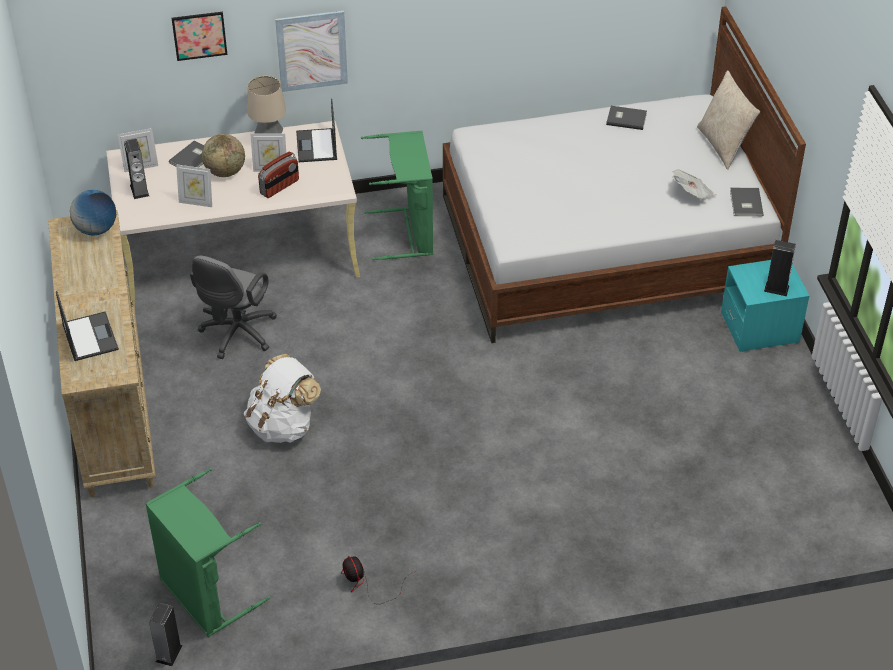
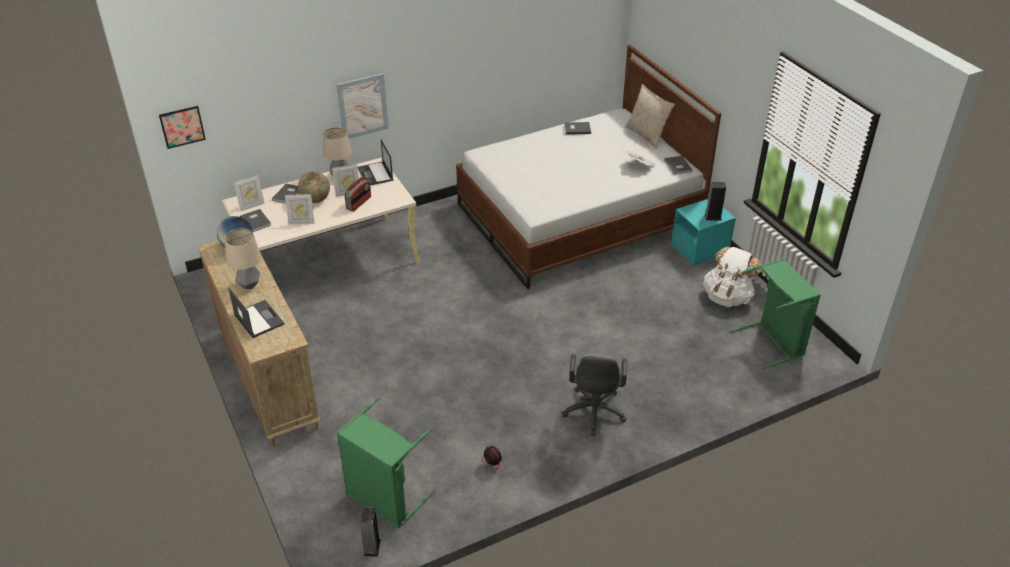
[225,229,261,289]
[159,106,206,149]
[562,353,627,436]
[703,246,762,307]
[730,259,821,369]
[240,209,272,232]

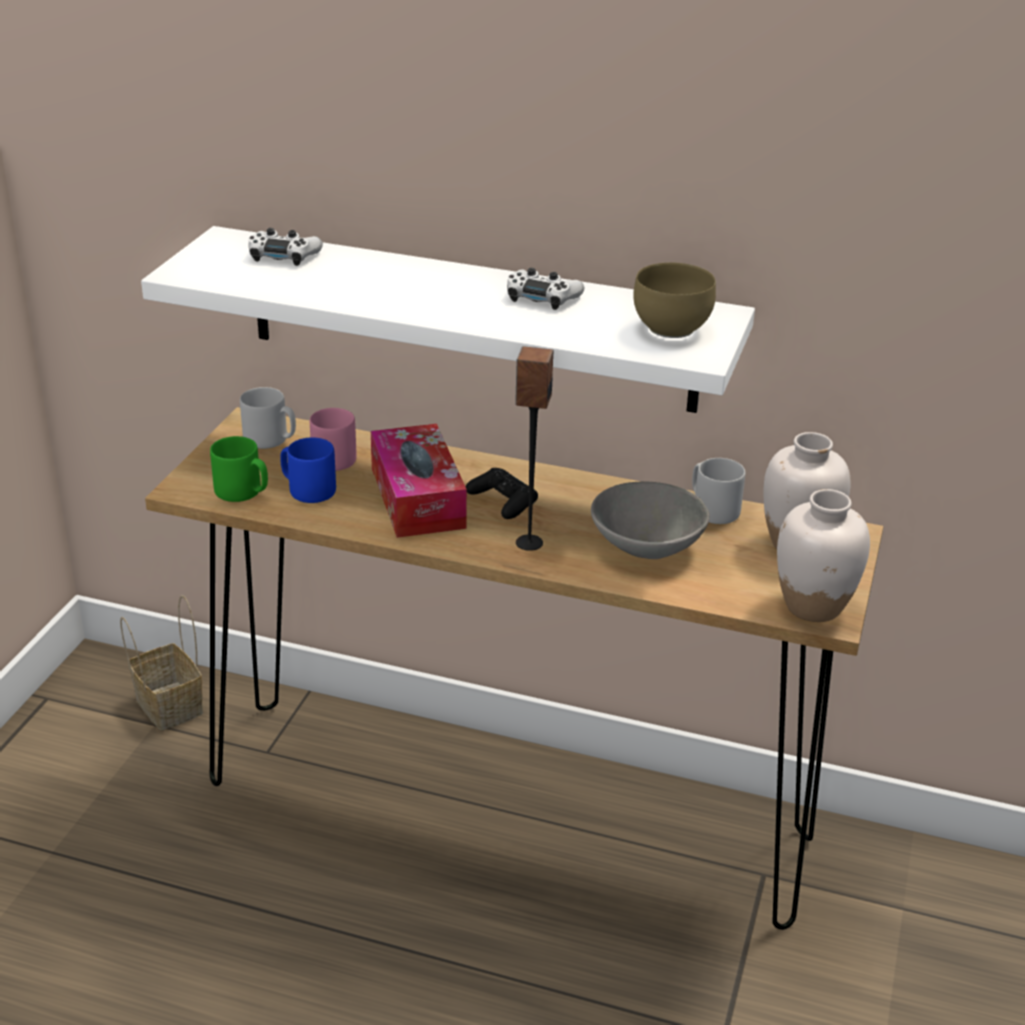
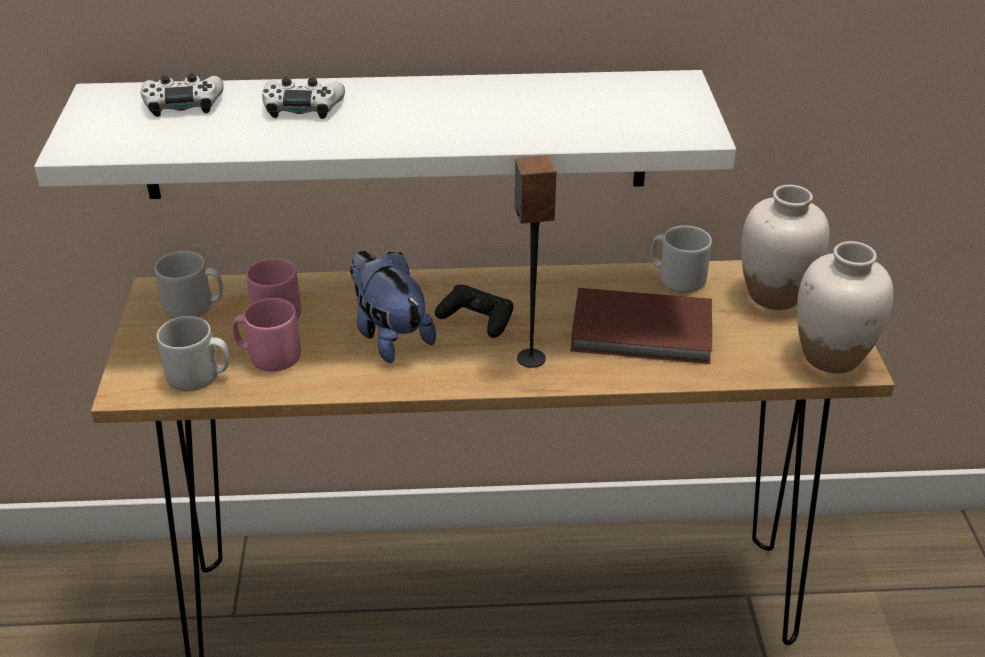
[120,595,203,731] (first image)
[633,262,716,338] (first image)
[262,77,345,119]
[350,251,436,363]
[570,288,712,364]
[157,316,229,391]
[232,298,301,371]

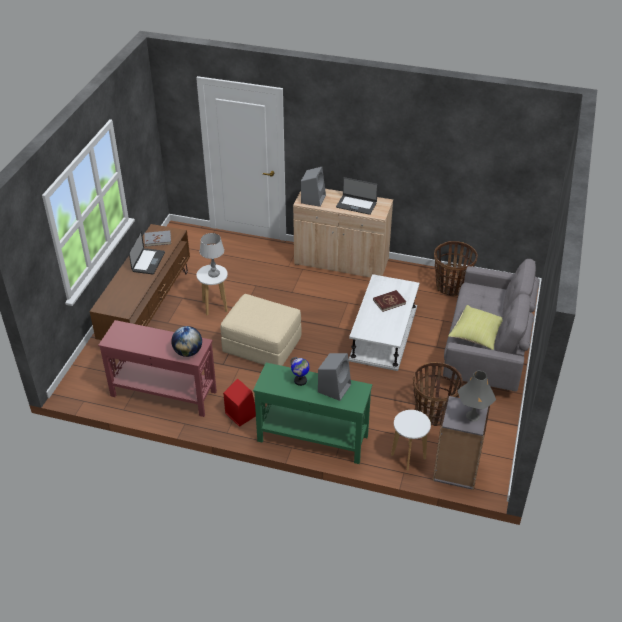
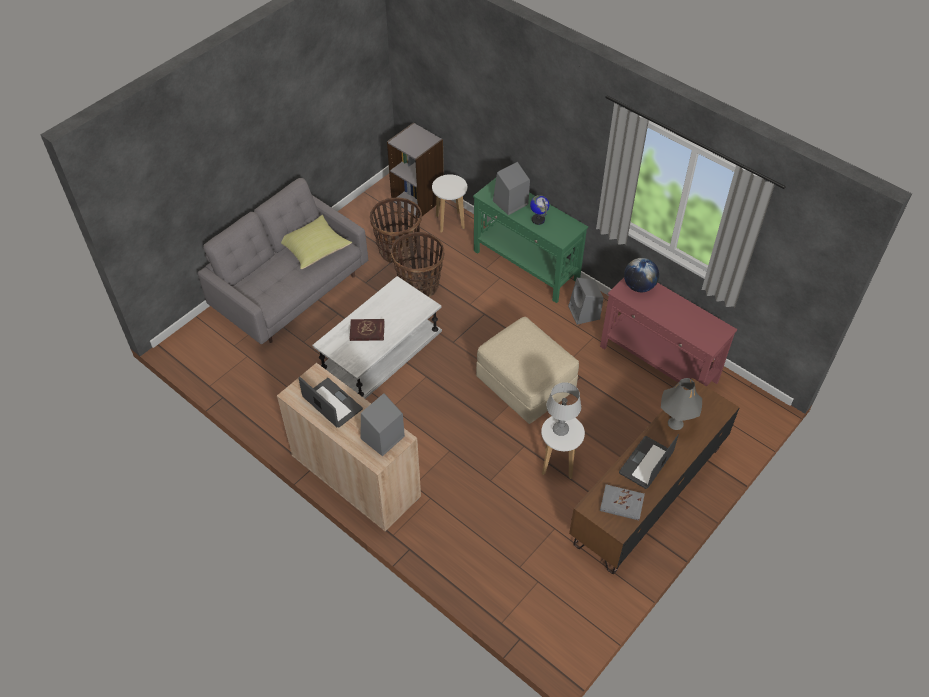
[391,232,444,298]
[661,378,702,430]
[568,278,604,325]

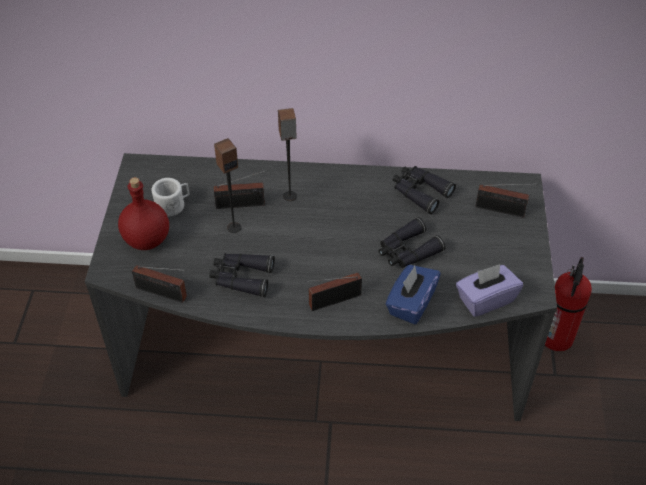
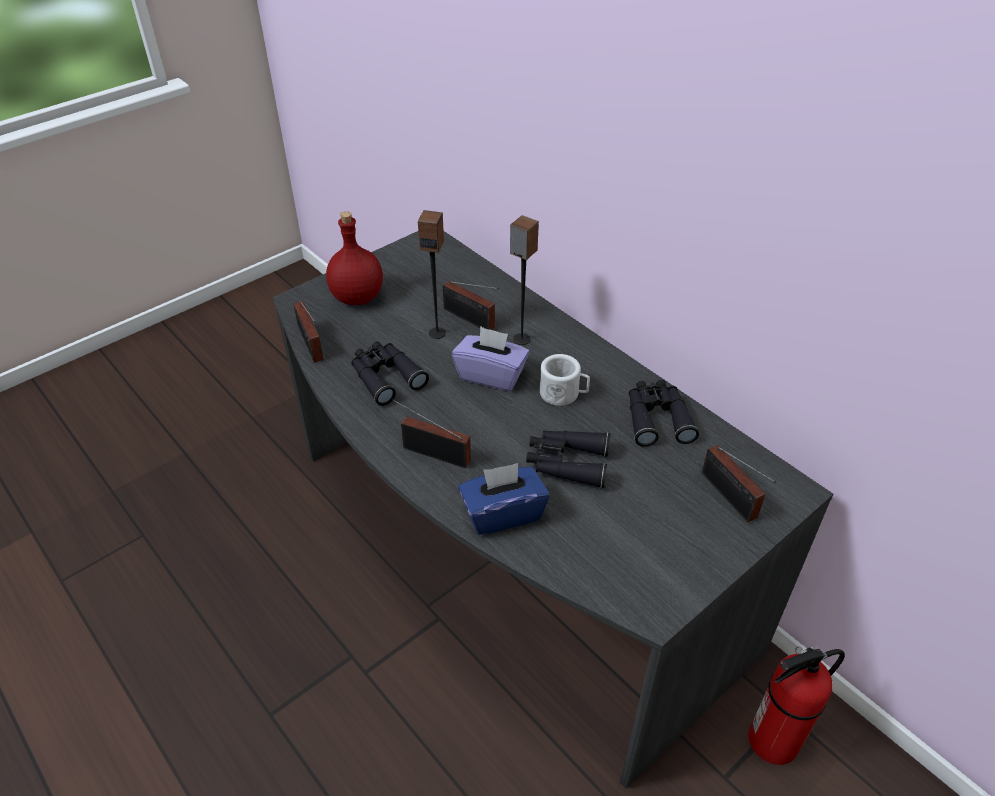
[540,354,590,406]
[452,326,530,391]

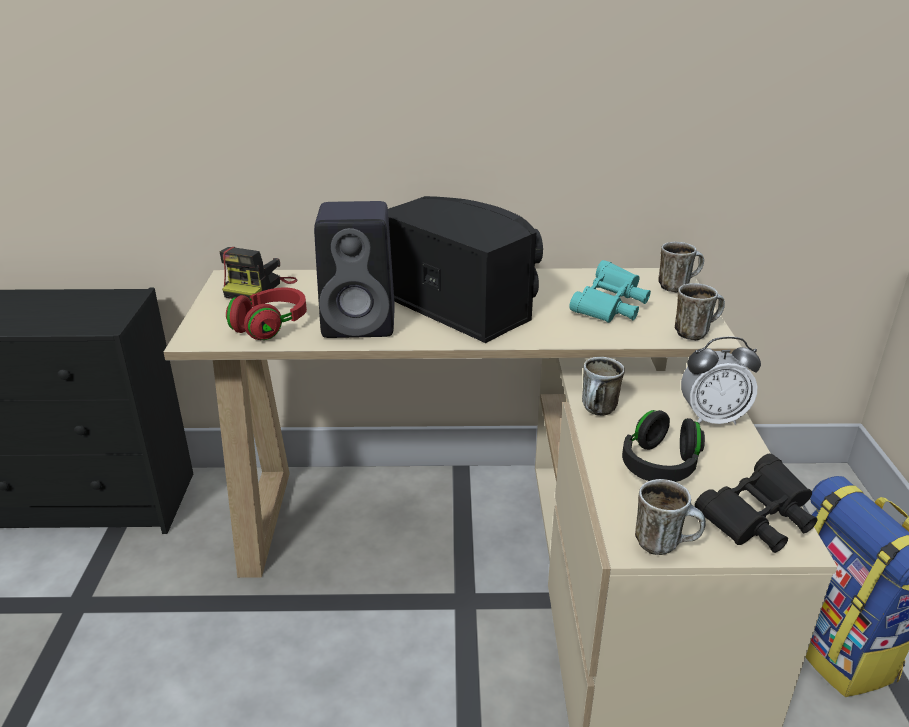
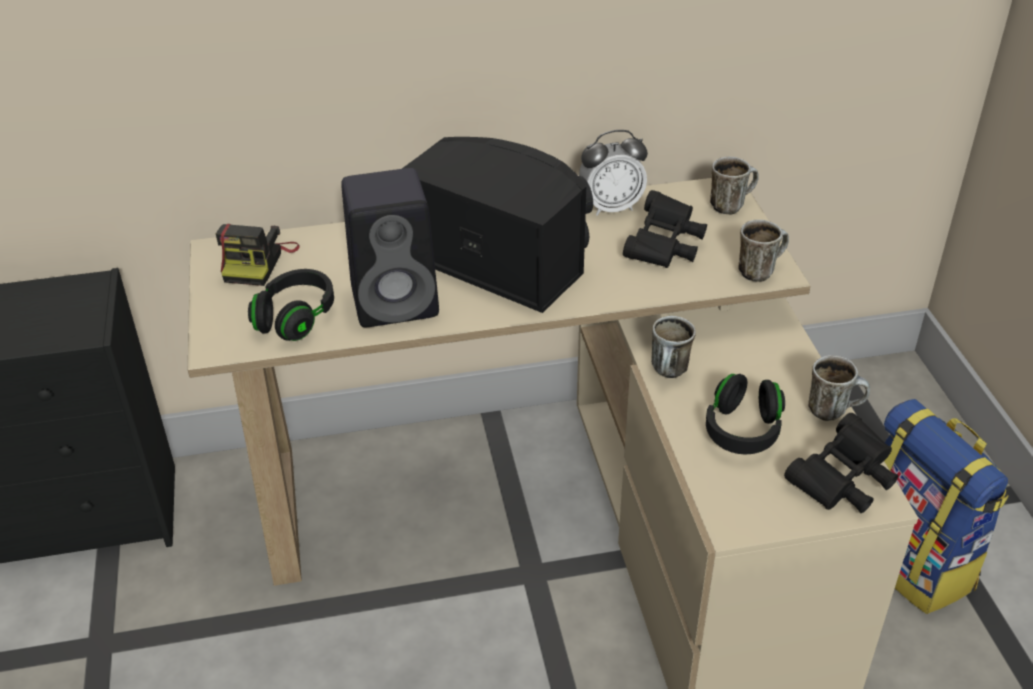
[808,355,870,421]
[579,130,648,216]
[248,269,334,341]
[623,190,707,268]

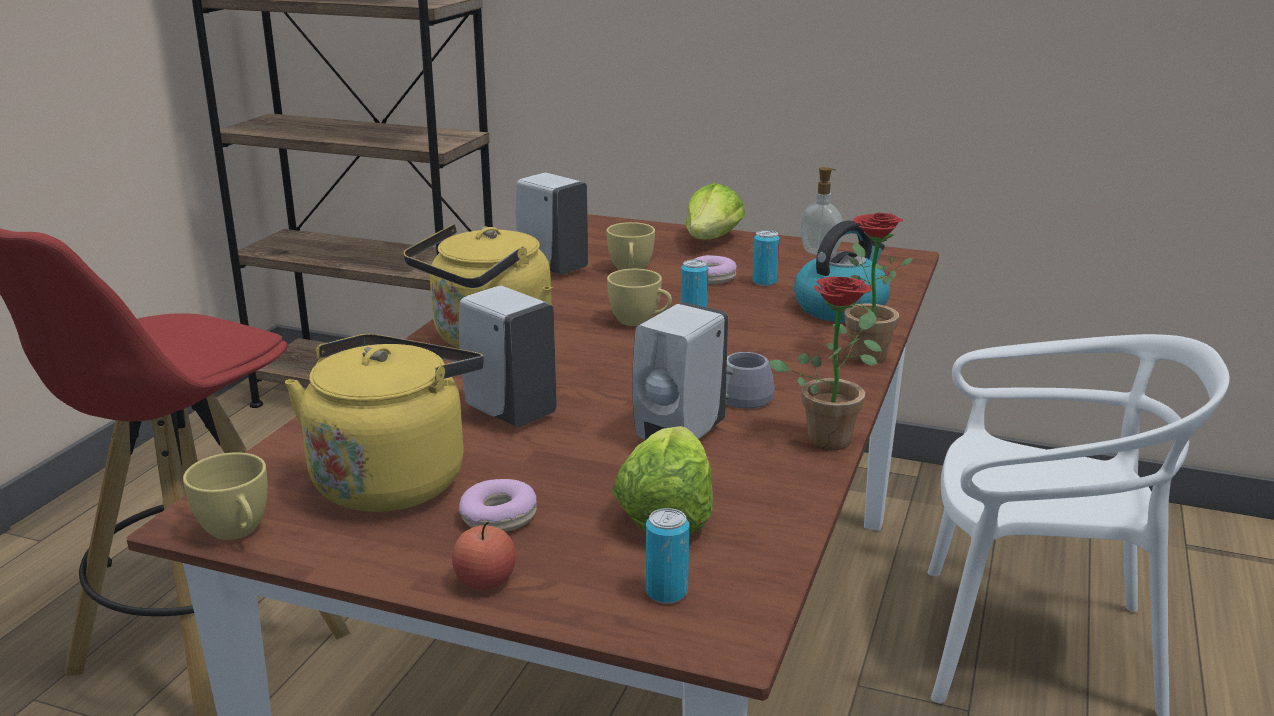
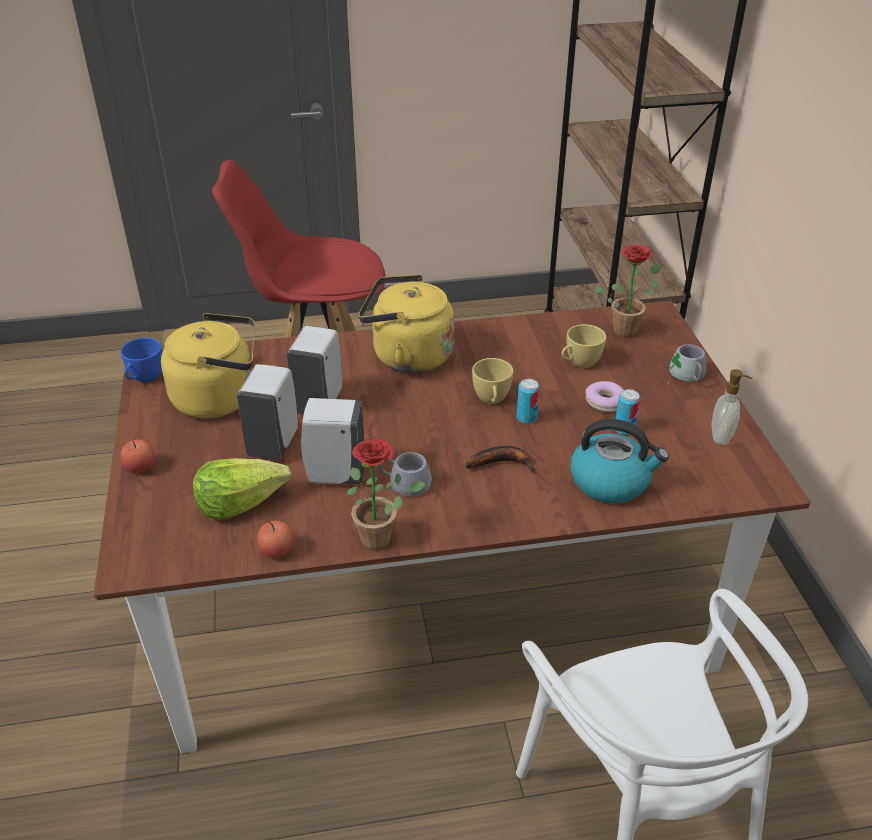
[459,479,537,532] (first image)
[646,508,689,604] (first image)
[257,520,294,558]
[465,446,535,473]
[237,364,298,460]
[594,245,661,338]
[668,344,706,382]
[120,338,162,382]

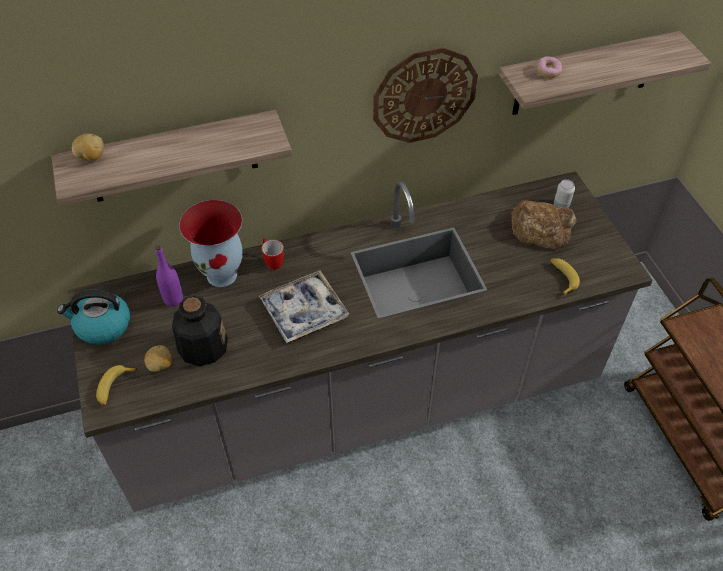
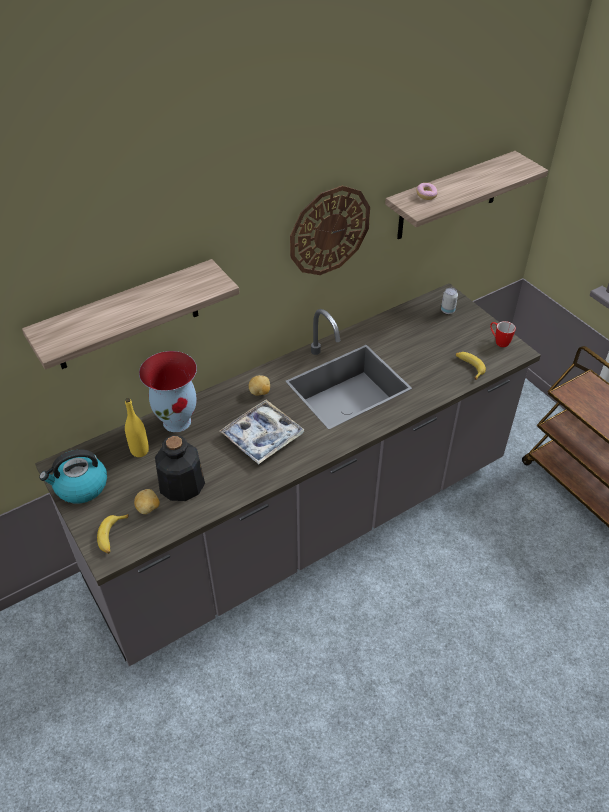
[511,200,577,250] (first image)
[249,375,270,396]
[490,321,516,347]
[125,398,149,457]

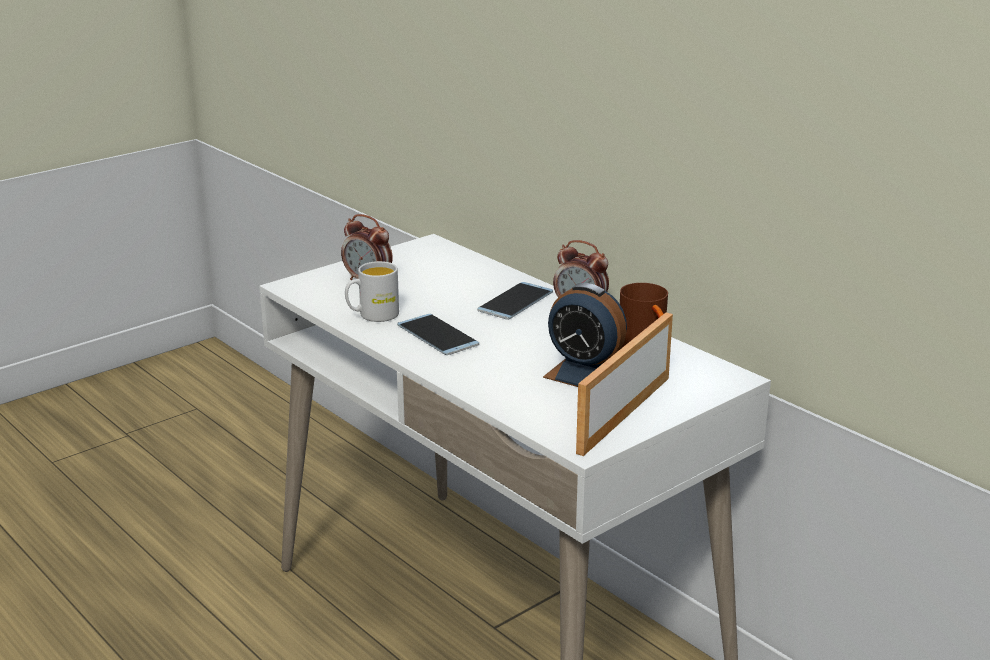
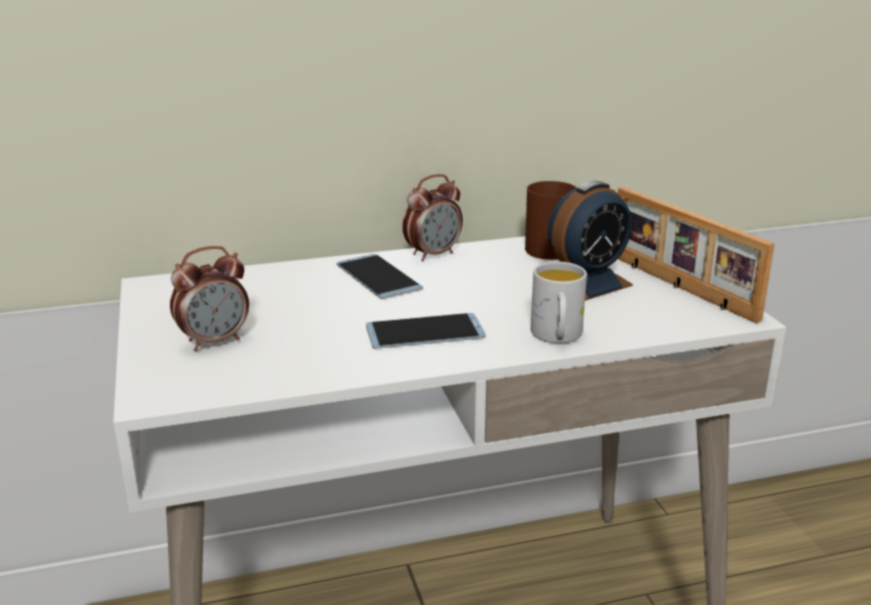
[531,262,587,343]

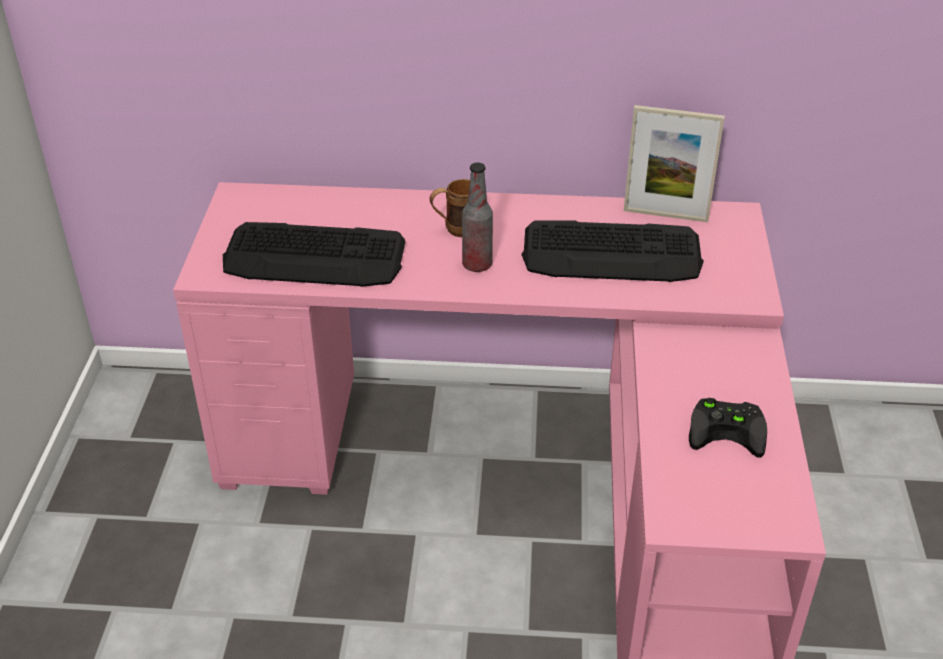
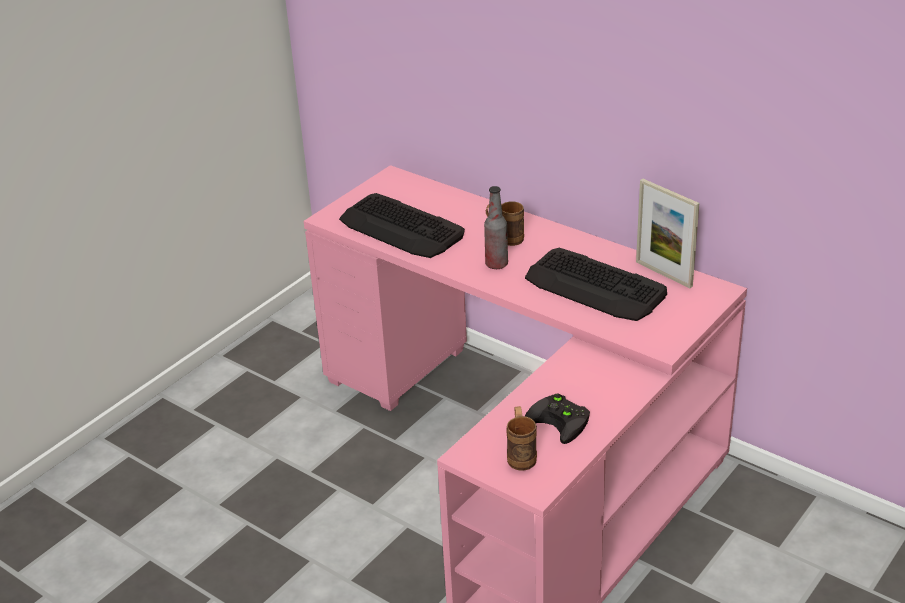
[507,406,537,471]

